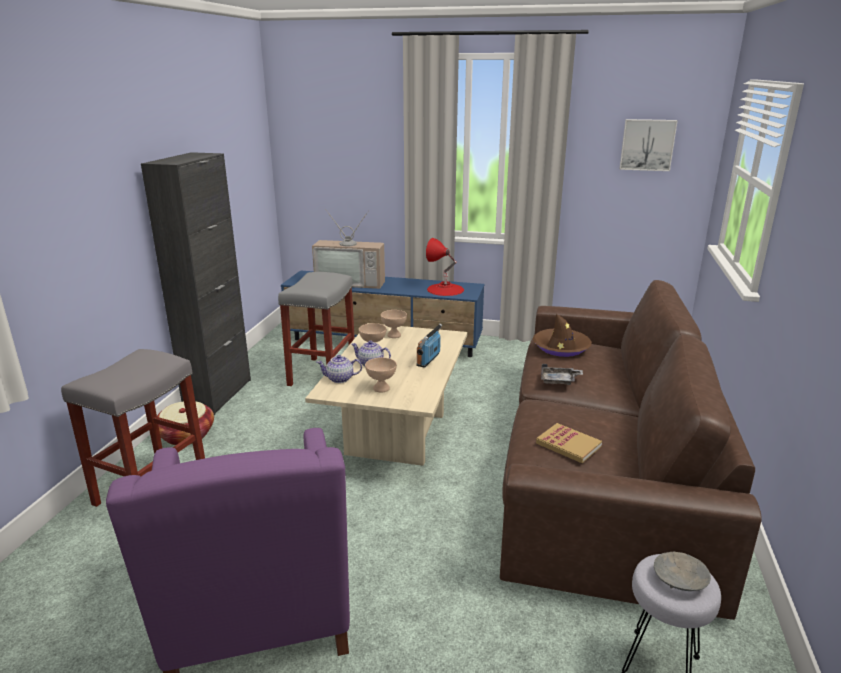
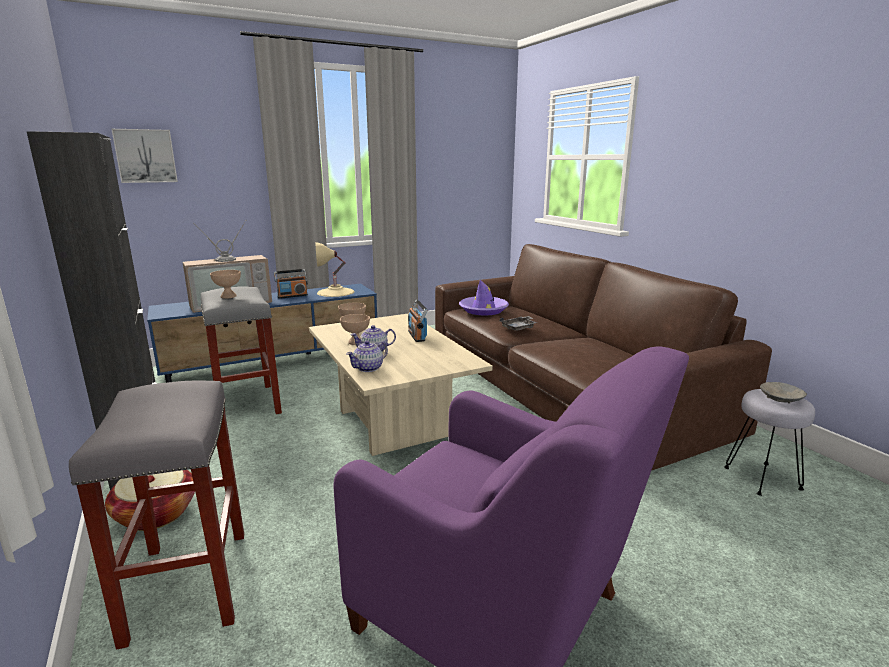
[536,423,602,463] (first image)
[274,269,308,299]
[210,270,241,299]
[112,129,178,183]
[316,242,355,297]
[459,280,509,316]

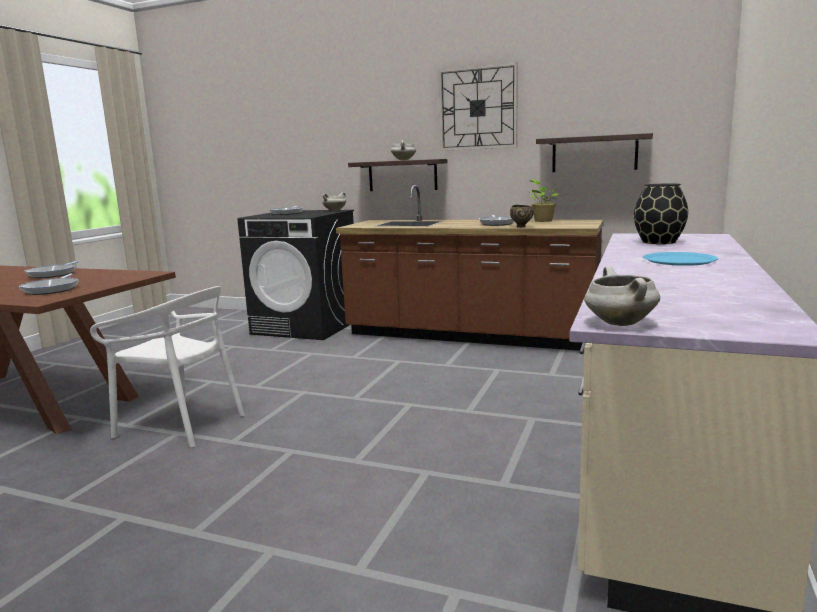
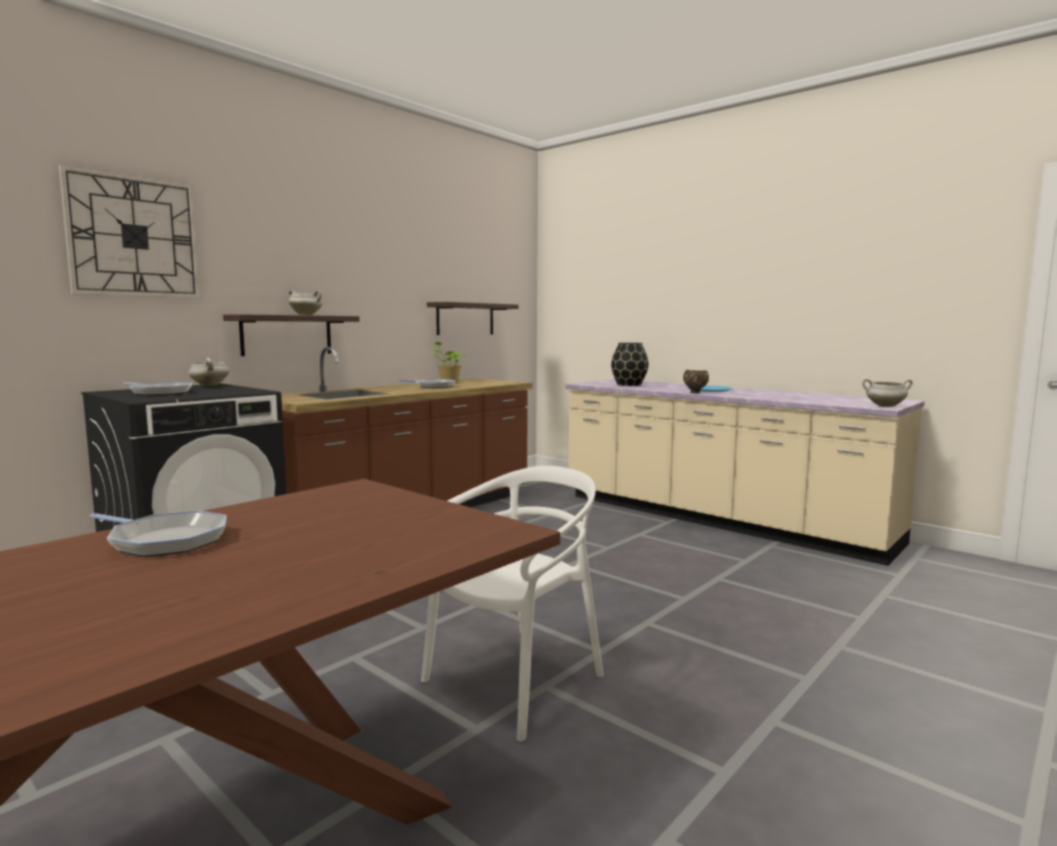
[19,273,79,295] (first image)
[59,165,201,298]
[683,370,709,393]

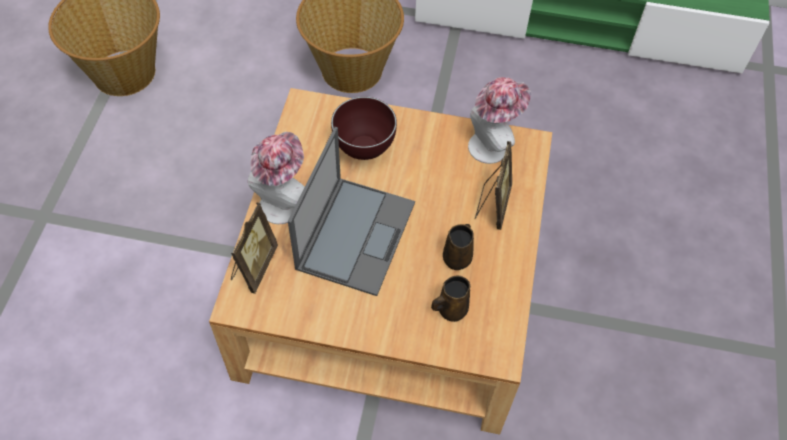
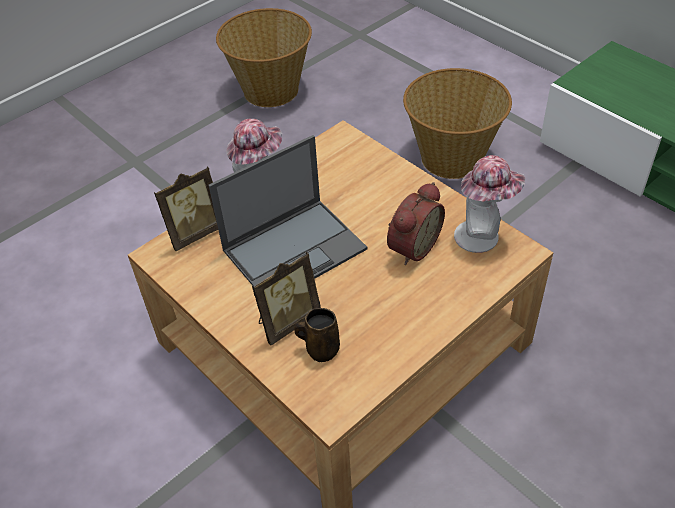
[331,97,397,160] (first image)
[443,224,474,270] (first image)
[387,182,445,265]
[252,252,321,345]

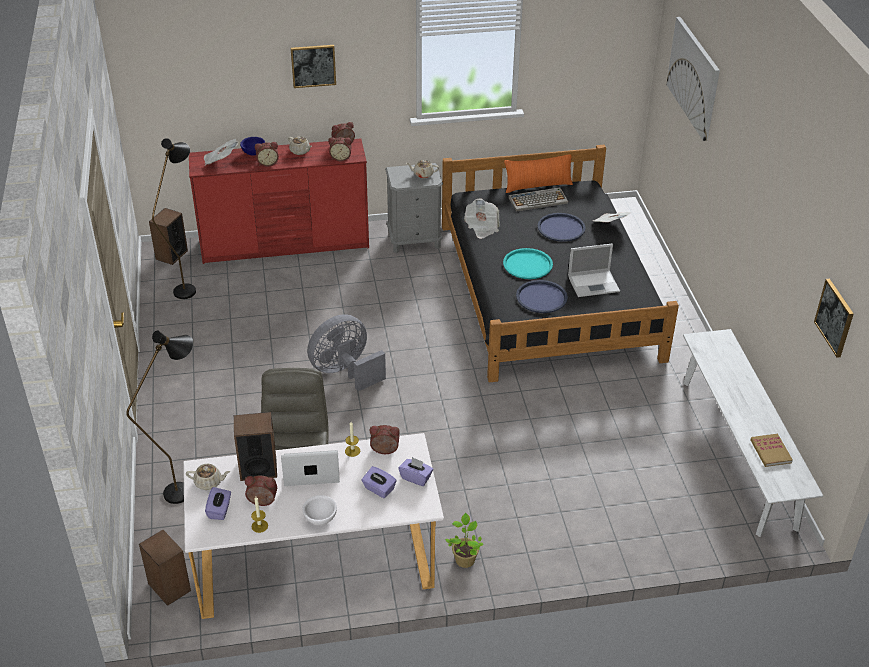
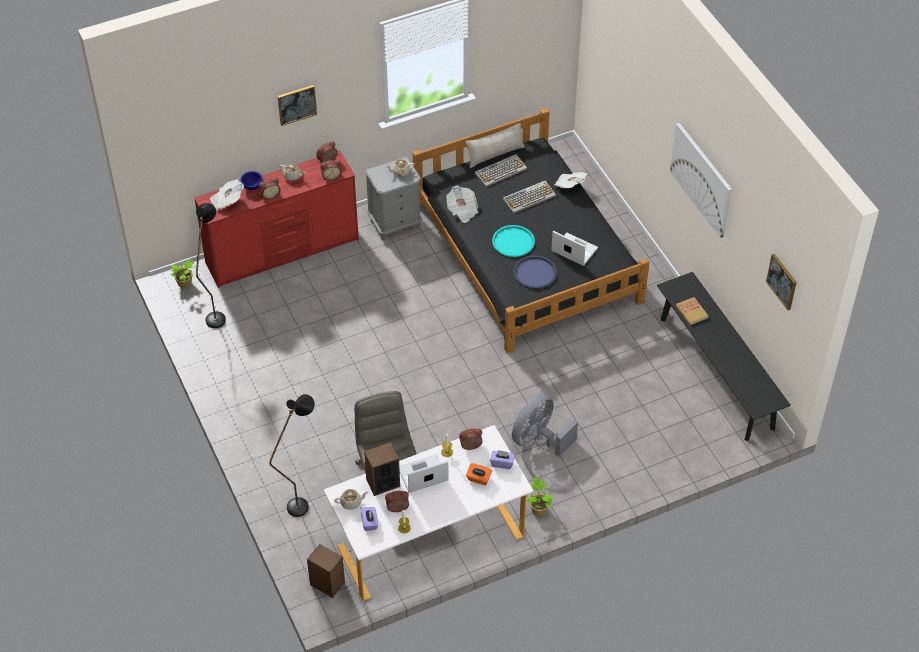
[302,495,337,525] (first image)
[512,394,578,457]
[670,123,732,238]
[676,297,708,325]
[171,258,194,288]
[502,181,556,214]
[466,463,492,485]
[465,123,525,168]
[657,272,791,441]
[551,231,598,266]

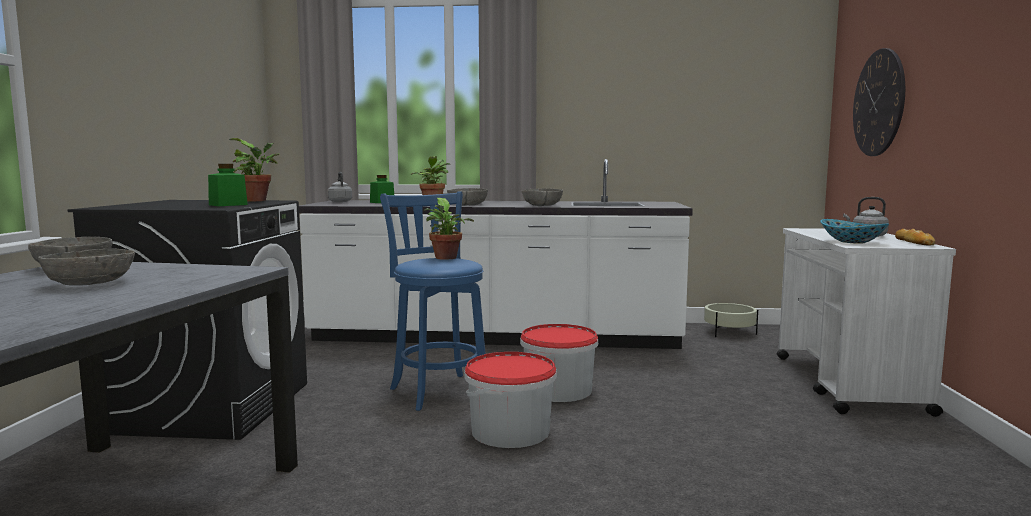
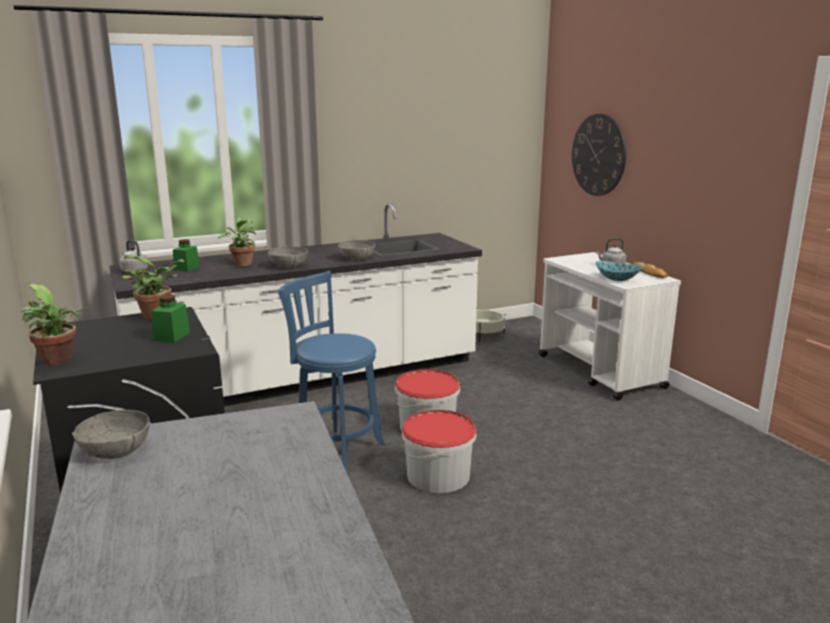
[38,249,135,285] (first image)
[21,284,89,365]

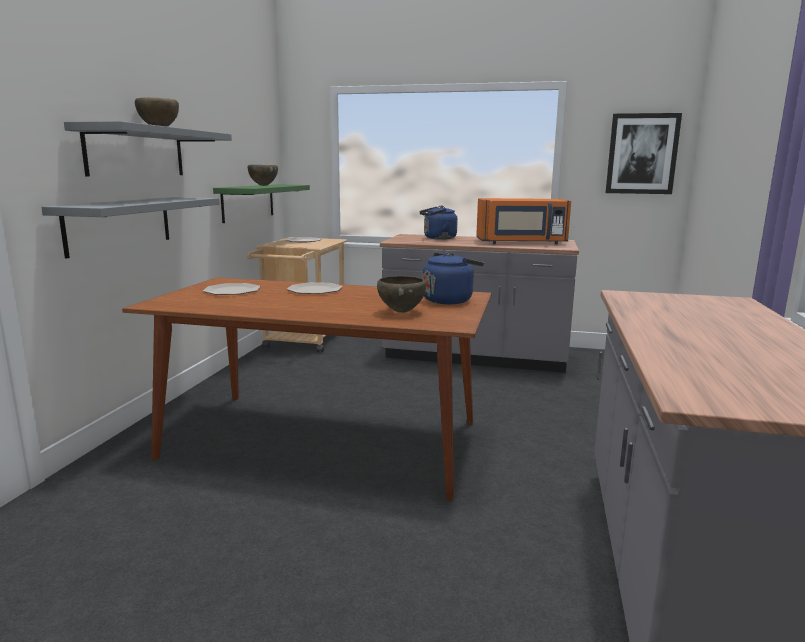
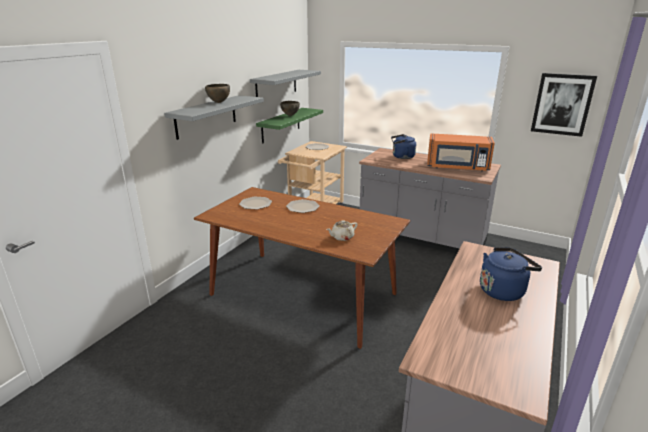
[250,70,321,97]
[480,247,542,301]
[327,220,358,241]

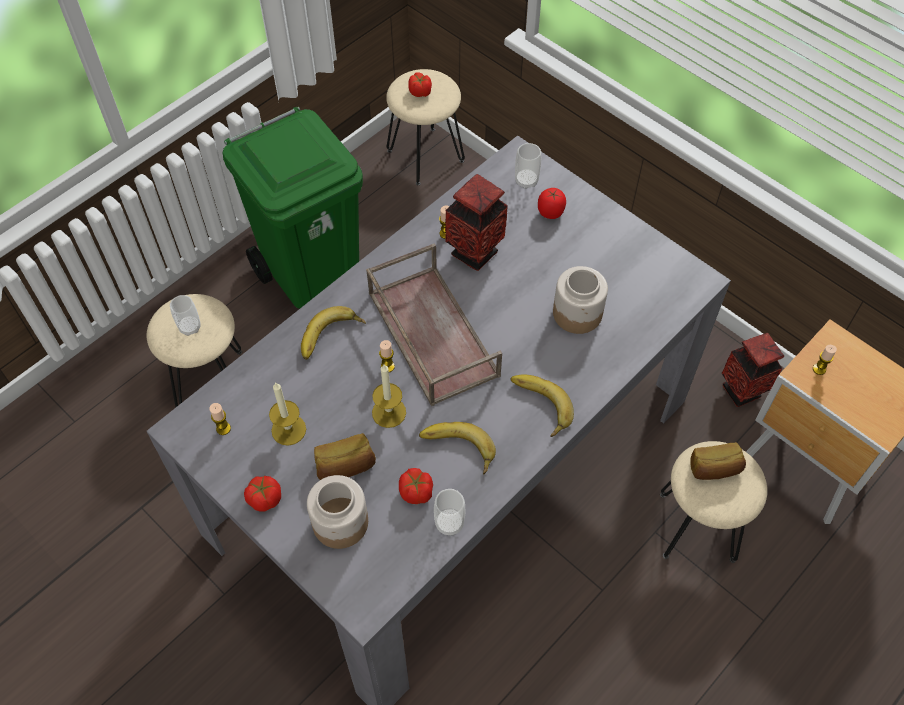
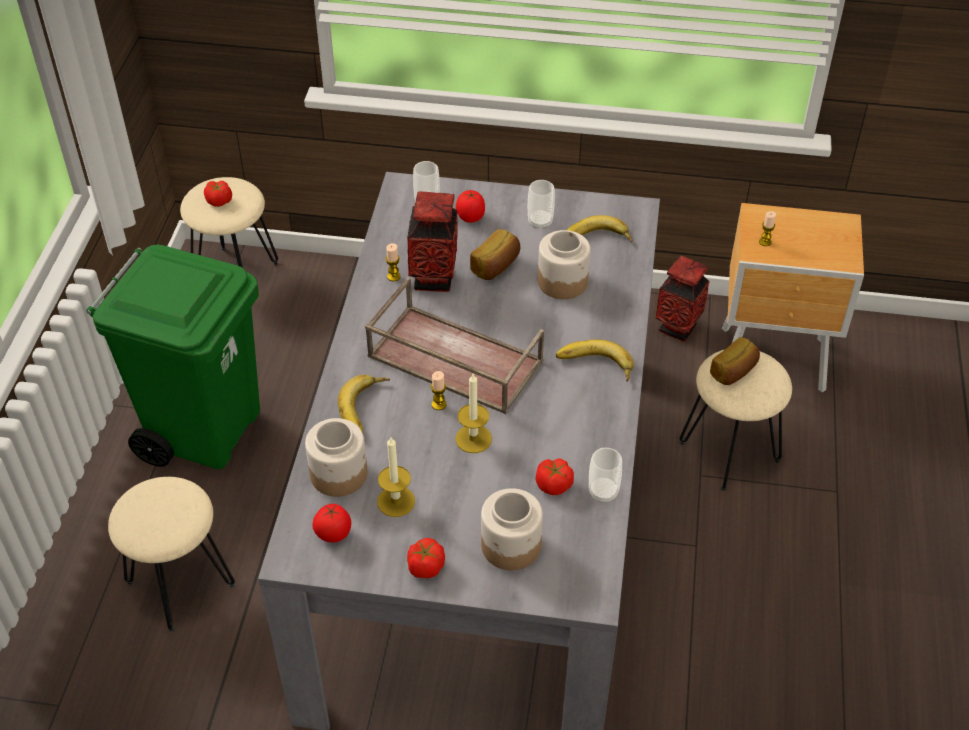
[305,418,367,497]
[528,180,555,229]
[470,229,520,280]
[567,215,632,243]
[312,504,351,542]

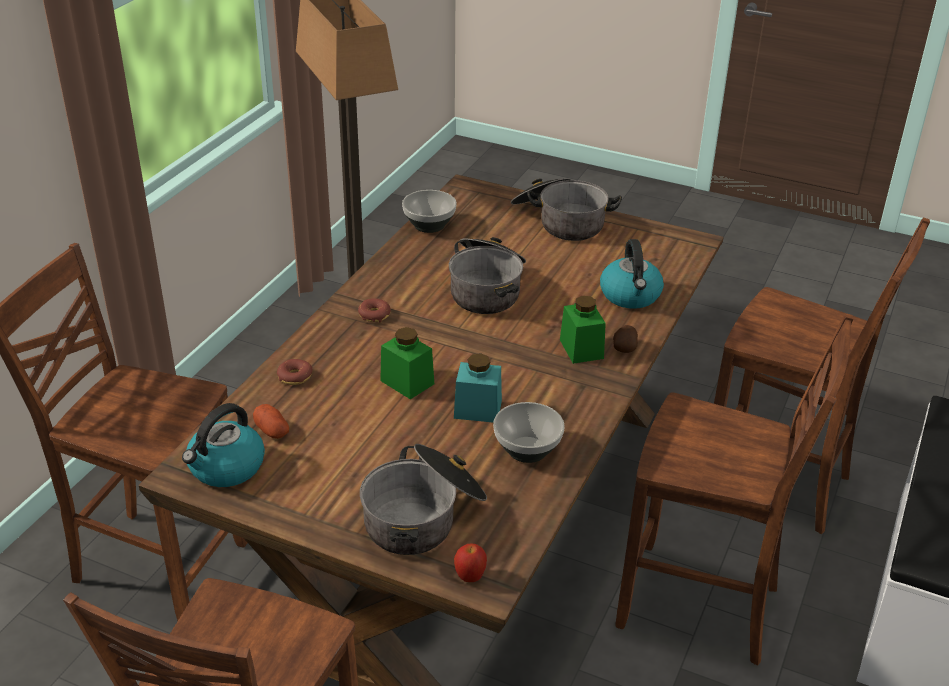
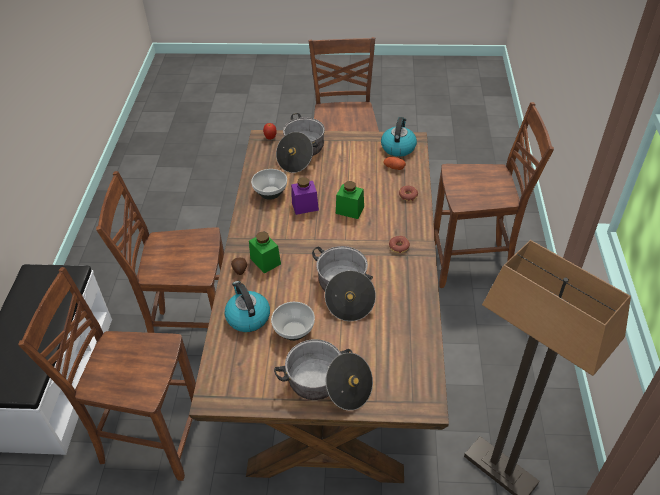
[271,302,315,341]
[291,177,319,215]

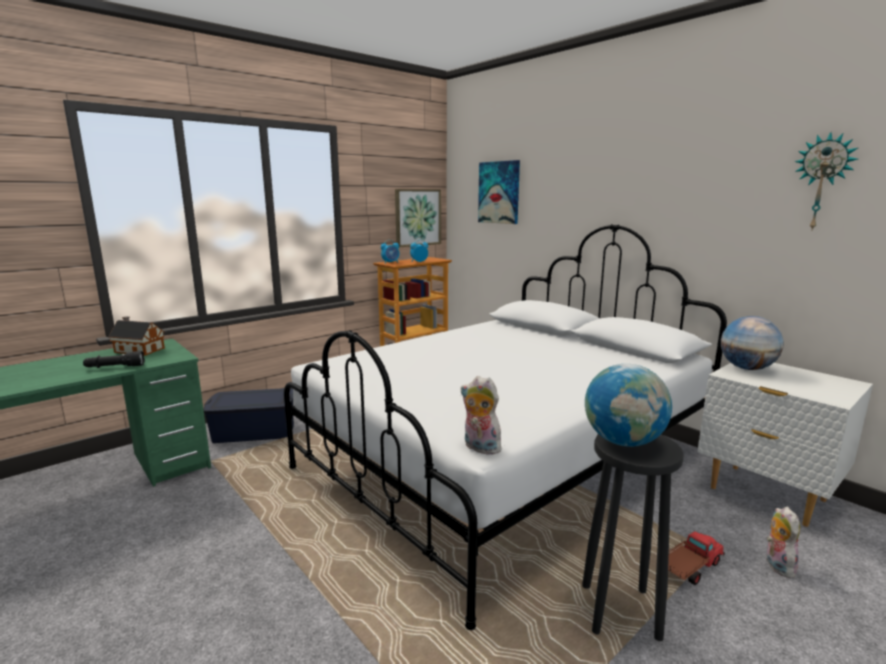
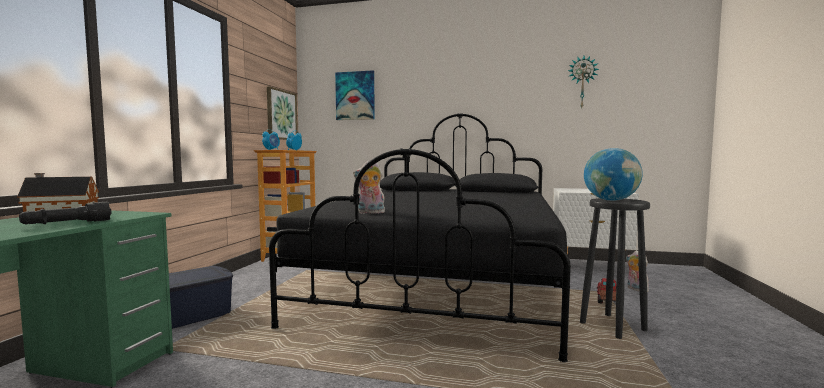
[721,316,783,370] (first image)
[353,161,386,214]
[269,113,571,362]

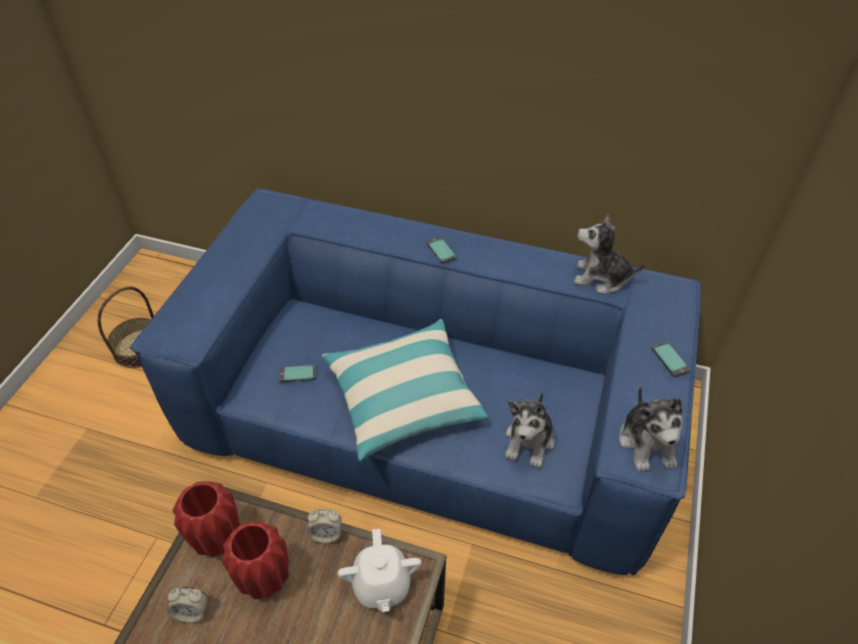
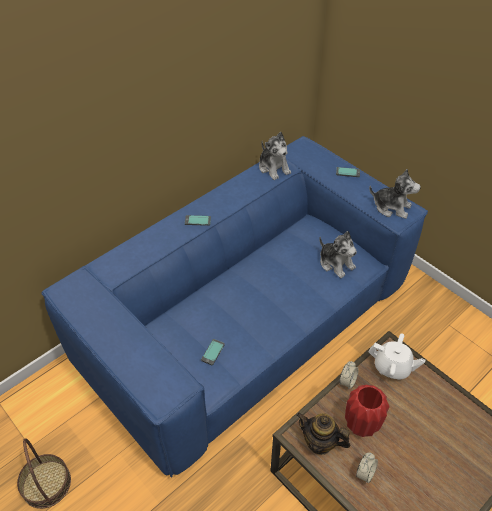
[322,319,488,462] (first image)
[296,413,350,455]
[259,132,291,180]

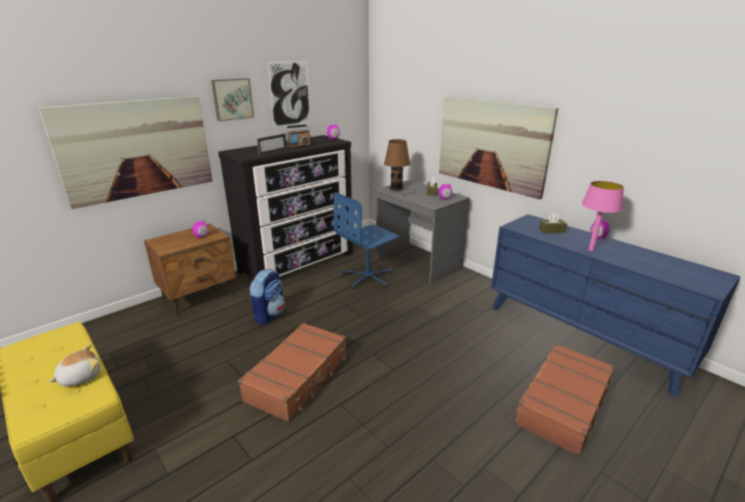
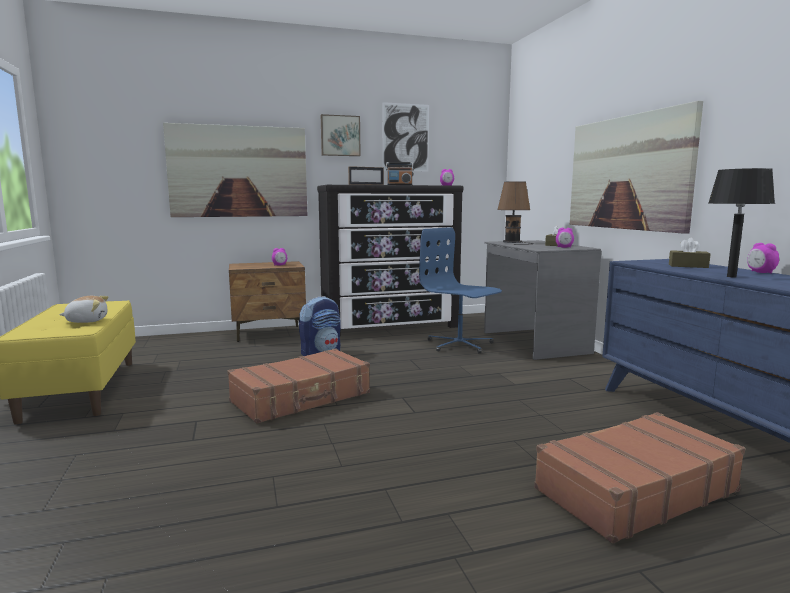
[708,168,775,277]
[419,227,502,353]

